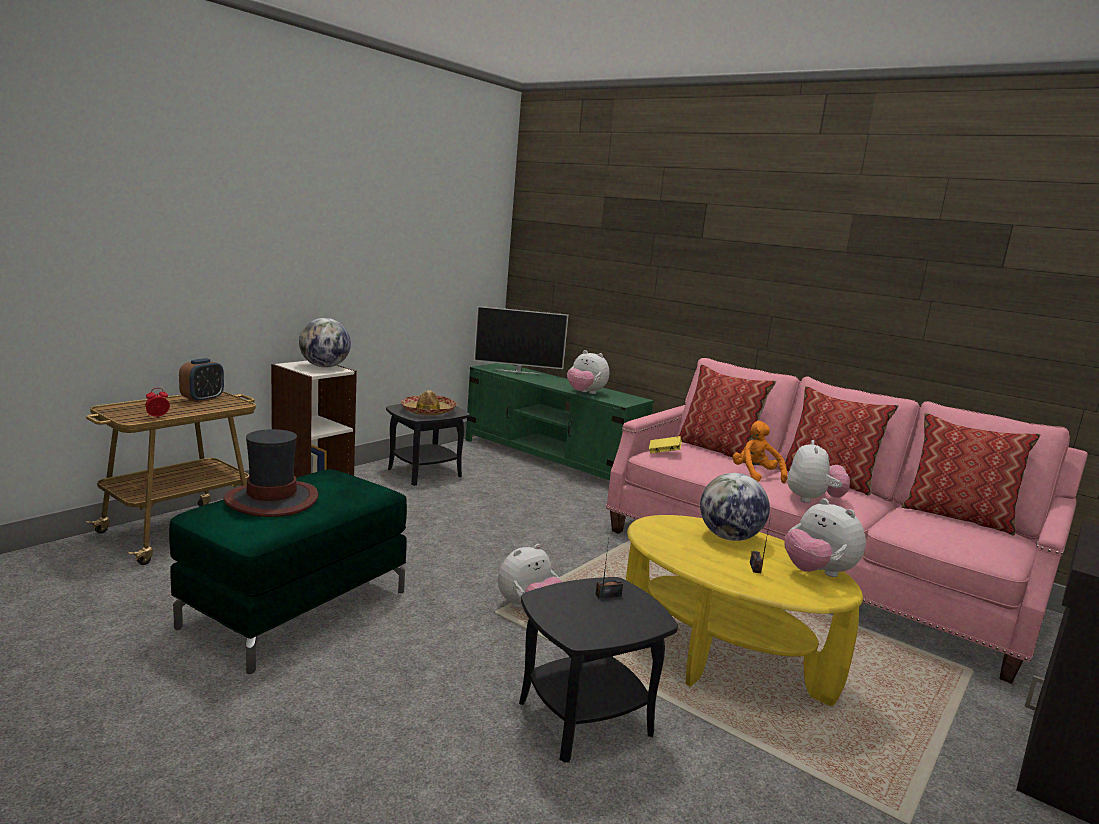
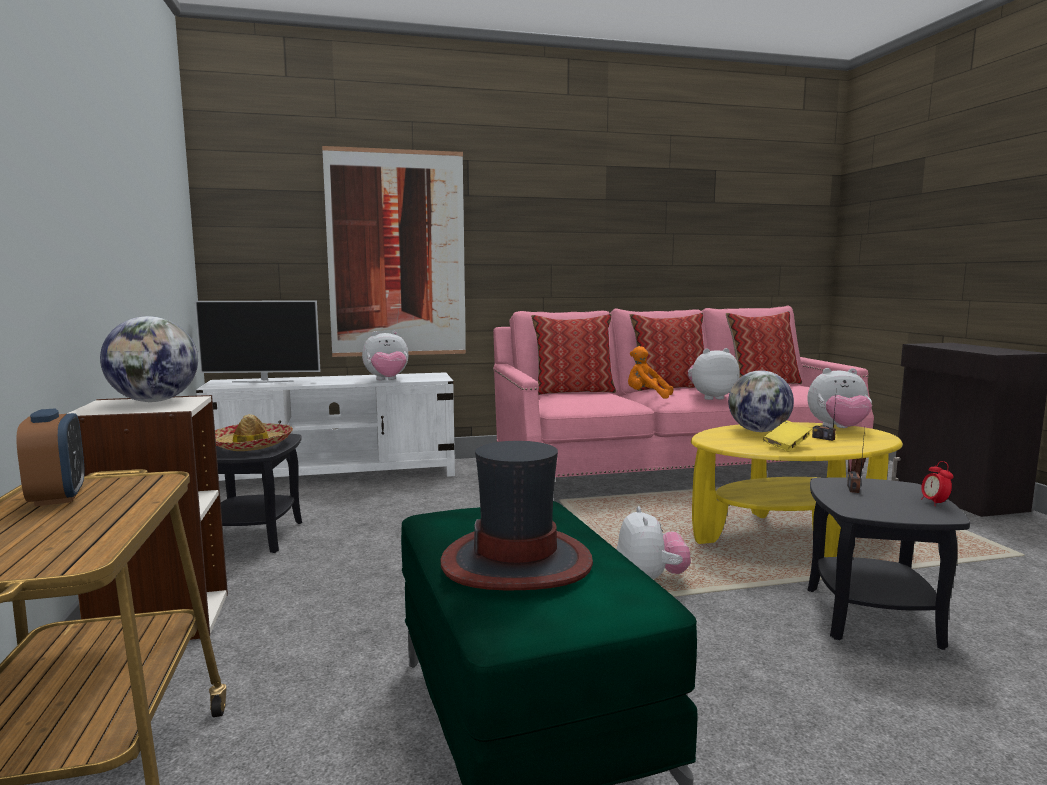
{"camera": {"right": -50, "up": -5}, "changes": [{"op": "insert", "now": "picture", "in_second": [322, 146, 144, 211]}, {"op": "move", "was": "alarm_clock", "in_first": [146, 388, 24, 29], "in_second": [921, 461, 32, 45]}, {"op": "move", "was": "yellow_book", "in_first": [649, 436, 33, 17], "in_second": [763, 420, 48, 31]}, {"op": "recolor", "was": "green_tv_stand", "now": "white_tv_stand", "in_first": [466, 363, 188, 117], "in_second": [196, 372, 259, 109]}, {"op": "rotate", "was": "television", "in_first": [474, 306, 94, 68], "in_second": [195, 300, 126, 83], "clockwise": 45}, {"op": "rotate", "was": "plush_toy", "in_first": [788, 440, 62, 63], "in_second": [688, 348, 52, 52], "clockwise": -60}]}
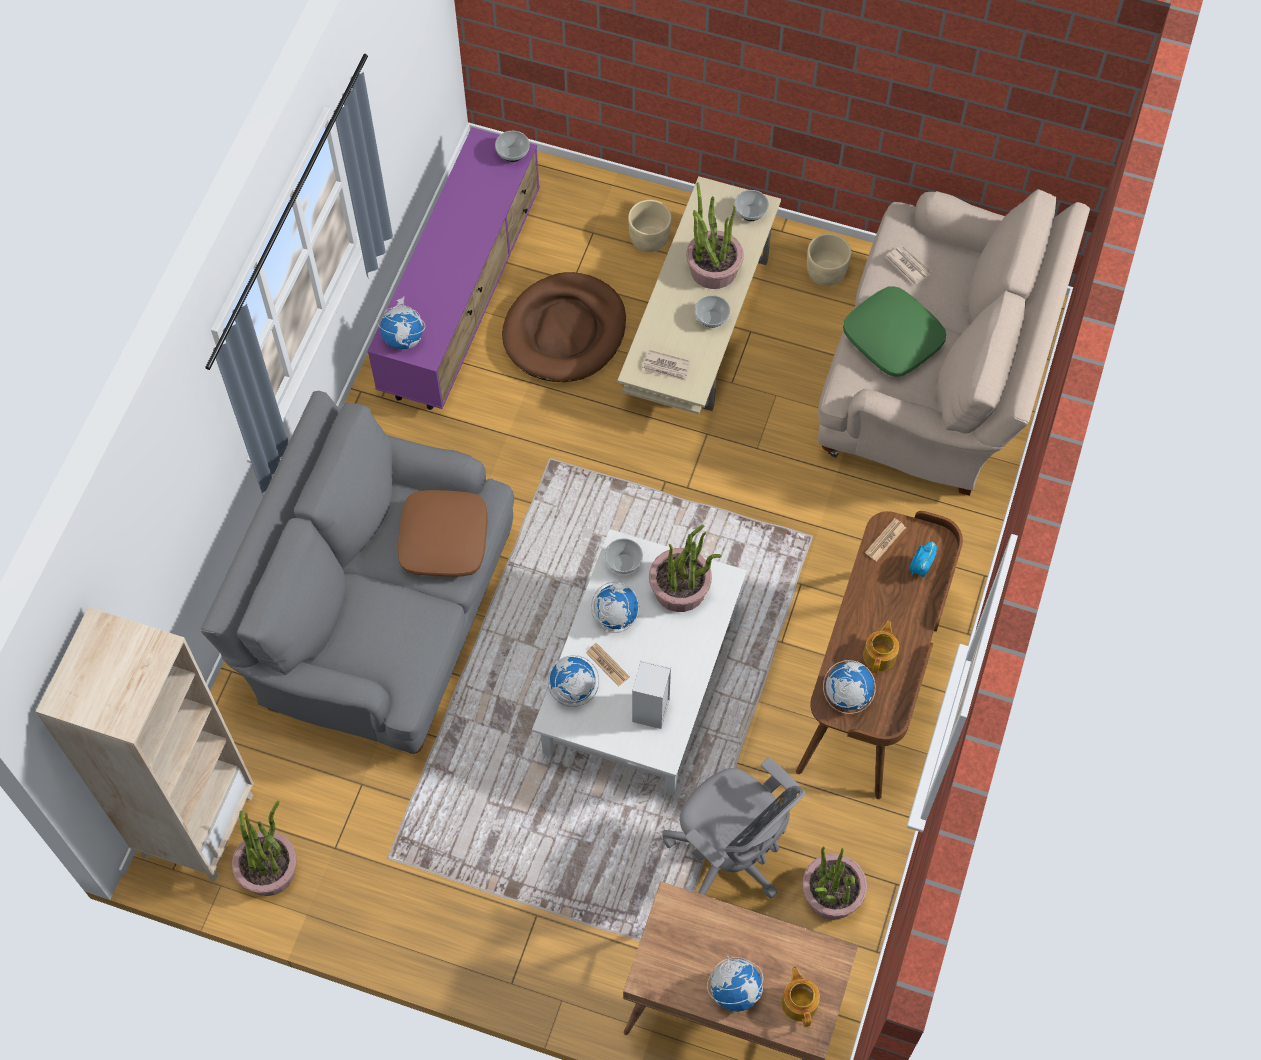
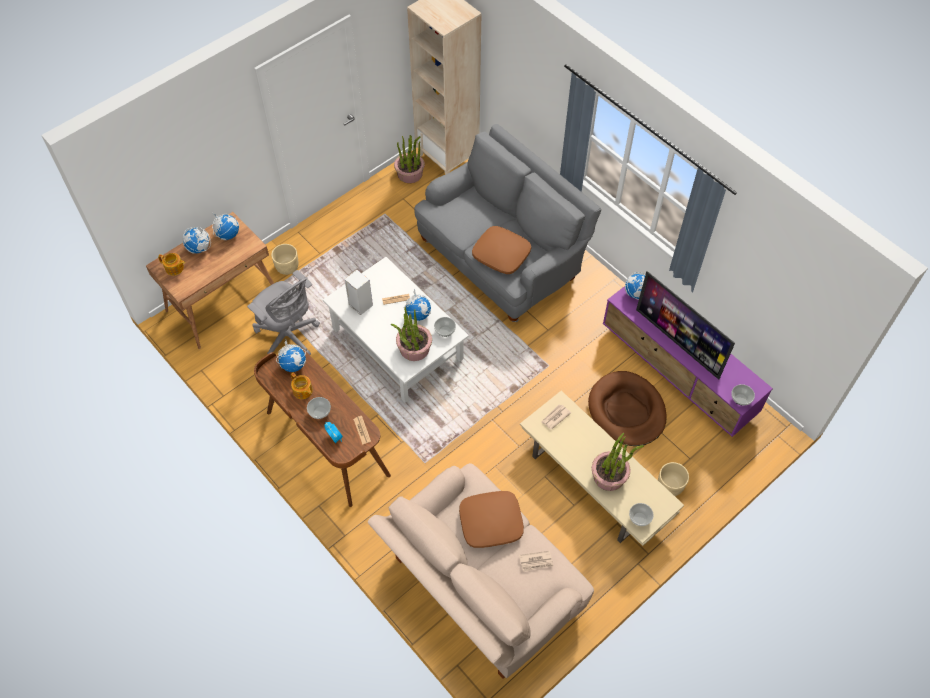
{"camera": {"right": 120, "up": -5}, "changes": [{"op": "delete", "was": "potted_plant", "in_first": [802, 846, 65, 74]}, {"op": "insert", "now": "television", "in_second": [636, 271, 99, 109]}, {"op": "move", "was": "globe", "in_first": [547, 655, 52, 52], "in_second": [212, 213, 27, 27]}, {"op": "move", "was": "bowl", "in_first": [695, 295, 35, 33], "in_second": [307, 397, 24, 22]}, {"op": "move", "was": "beige_planter", "in_first": [807, 234, 44, 52], "in_second": [271, 244, 28, 31]}, {"op": "recolor", "was": "green_pillow", "now": "brown_pillow", "in_first": [843, 286, 103, 91], "in_second": [459, 491, 65, 57]}, {"op": "rotate", "was": "grey_office_chair", "in_first": [662, 757, 144, 142], "in_second": [247, 270, 73, 85], "clockwise": -120}]}
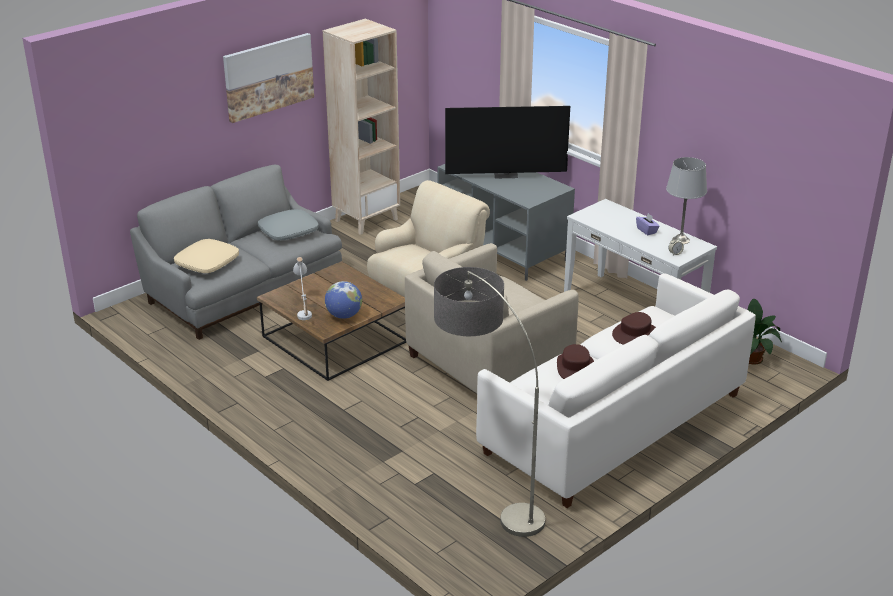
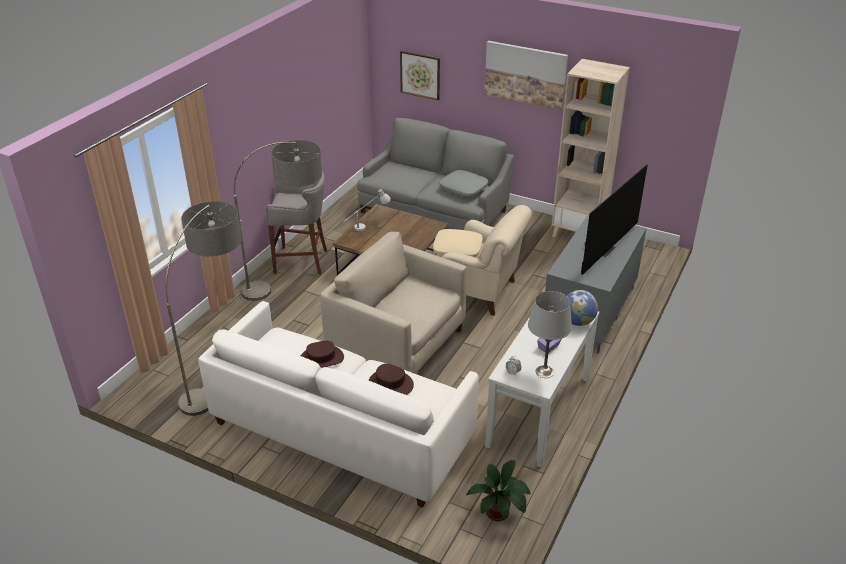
{"camera": {"right": 70, "up": 5}, "changes": [{"op": "insert", "now": "floor_lamp", "in_second": [234, 140, 88, 161]}, {"op": "insert", "now": "grey_stool", "in_second": [266, 172, 61, 102]}, {"op": "insert", "now": "picture", "in_second": [400, 51, 40, 49]}, {"op": "move", "was": "beige_pillow", "in_first": [174, 239, 65, 34], "in_second": [433, 229, 50, 28]}, {"op": "move", "was": "globe", "in_first": [325, 281, 37, 38], "in_second": [567, 290, 31, 36]}, {"op": "rotate", "was": "television", "in_first": [445, 106, 125, 73], "in_second": [581, 165, 67, 110], "clockwise": -120}]}
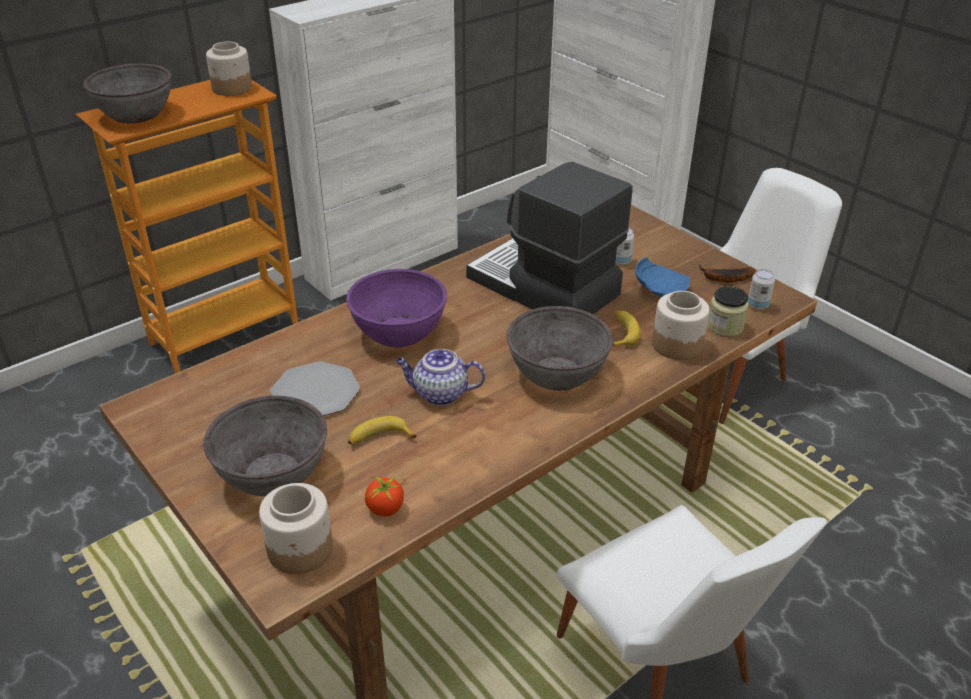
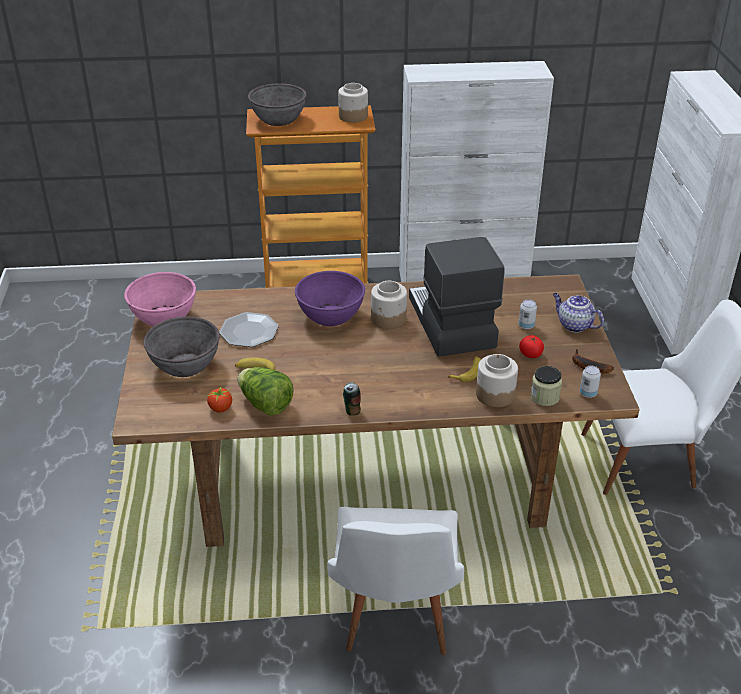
{"camera": {"right": 35, "up": 0}, "changes": [{"op": "delete", "was": "grey_bowl", "in_first": [507, 306, 106, 85]}, {"op": "insert", "now": "pink_bowl", "in_second": [124, 272, 72, 55]}, {"op": "insert", "now": "lettuce", "in_second": [237, 367, 56, 49]}, {"op": "insert", "now": "can", "in_second": [343, 382, 18, 33]}, {"op": "move", "was": "jar", "in_first": [259, 483, 74, 91], "in_second": [371, 281, 36, 48]}, {"op": "move", "was": "teapot", "in_first": [395, 349, 91, 57], "in_second": [553, 293, 51, 40]}, {"op": "replace", "was": "blue_plate", "now": "tomato", "in_first": [635, 257, 56, 40], "in_second": [519, 335, 25, 23]}]}
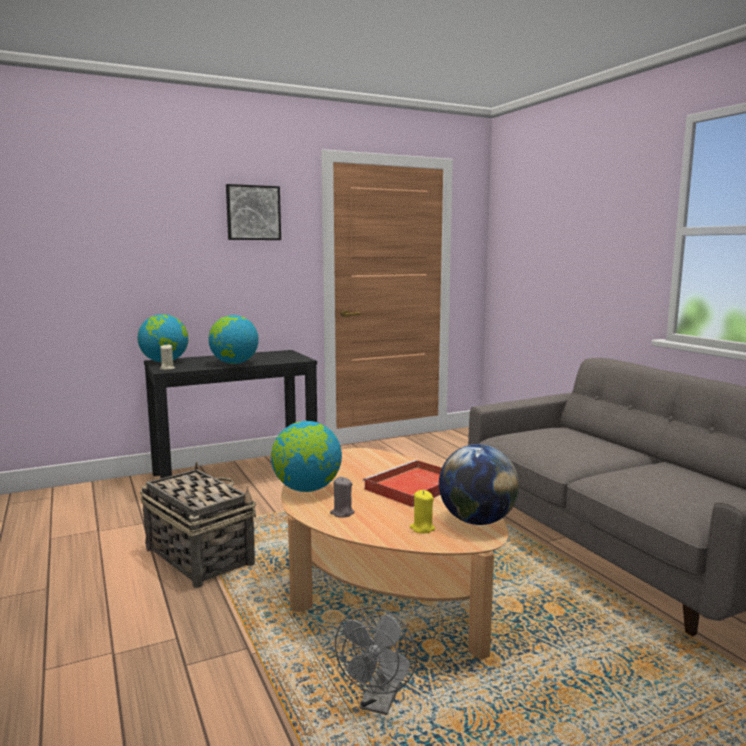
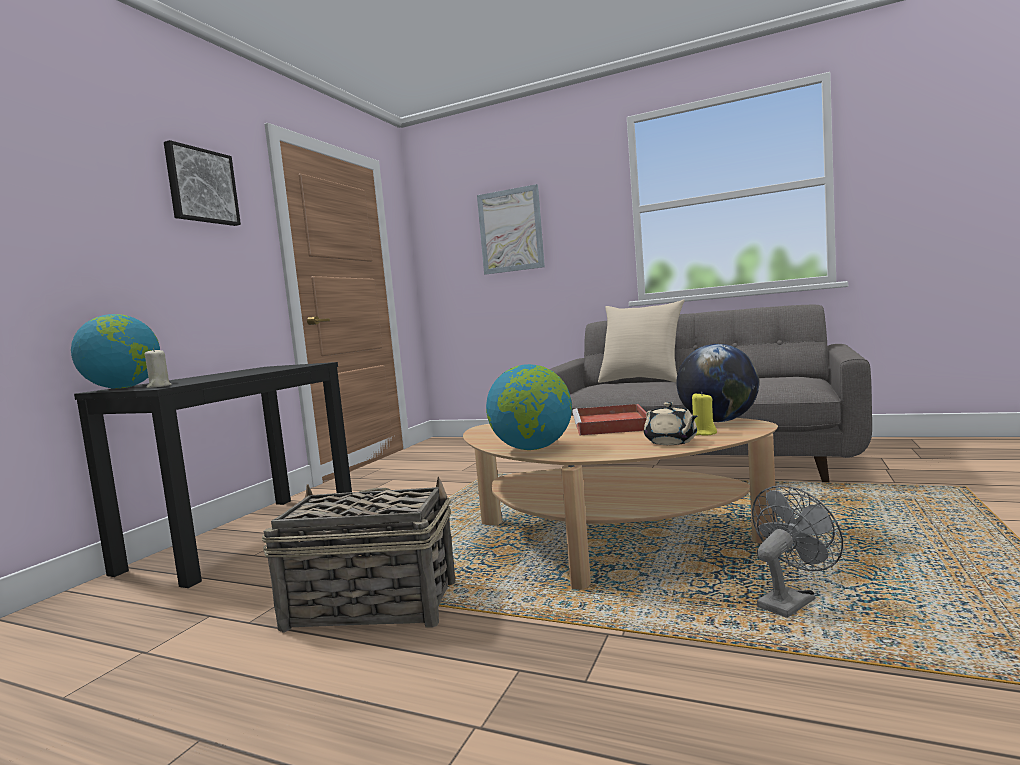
{"camera": {"right": -40, "up": -5}, "changes": [{"op": "delete", "was": "globe", "in_first": [209, 315, 50, 49]}, {"op": "delete", "was": "grey_candle", "in_first": [330, 477, 25, 41]}, {"op": "insert", "now": "picture", "in_second": [477, 184, 68, 91]}, {"op": "insert", "now": "beige_pillow", "in_second": [598, 300, 87, 83]}, {"op": "insert", "now": "beige_teapot", "in_second": [644, 402, 54, 43]}, {"op": "rotate", "was": "grey_fan", "in_first": [335, 607, 82, 108], "in_second": [752, 485, 91, 133], "clockwise": -105}]}
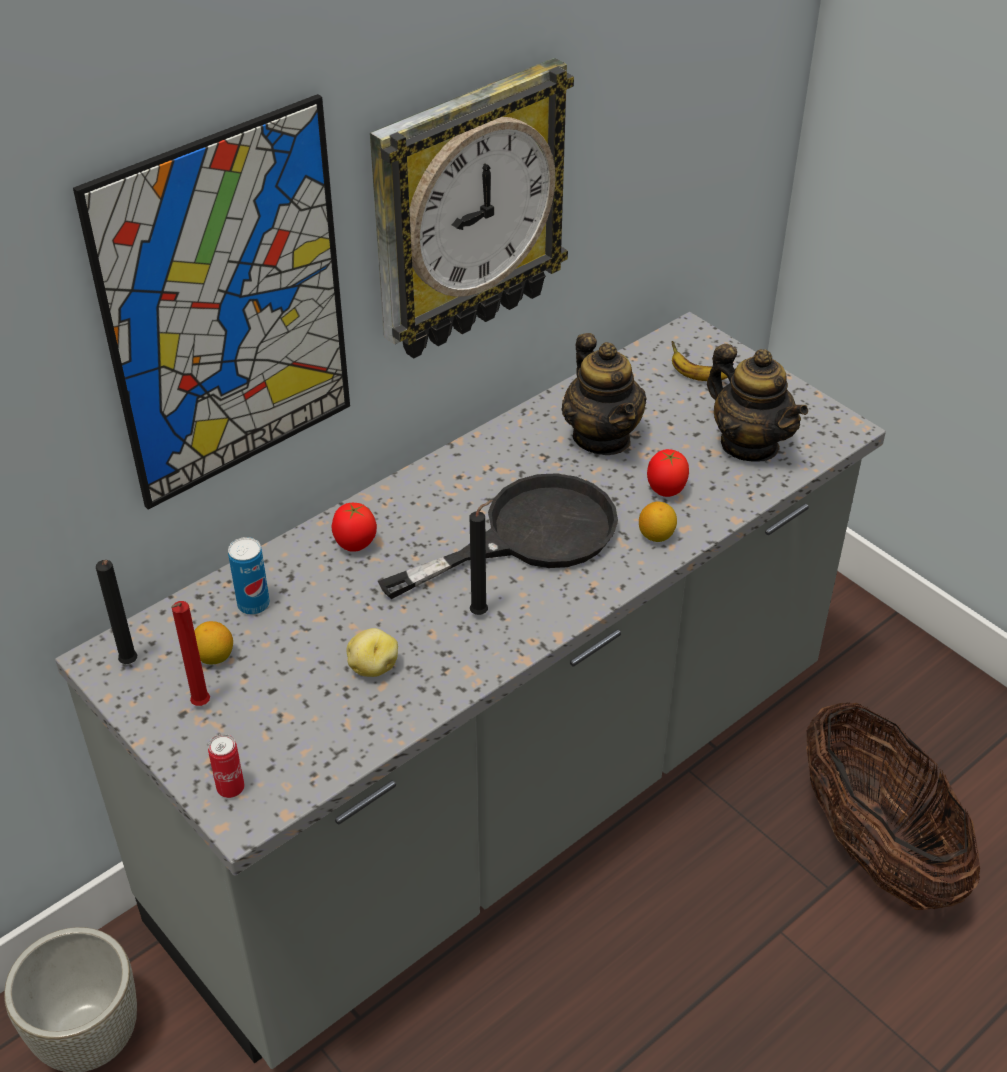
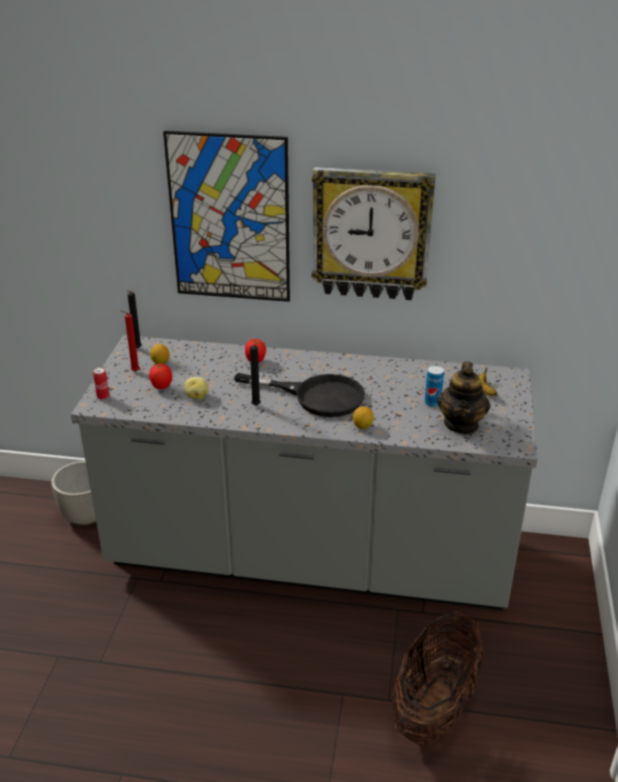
{"camera": {"right": 50, "up": -10}, "changes": [{"op": "delete", "was": "teapot", "in_first": [562, 333, 85, 122]}, {"op": "move", "was": "can", "in_first": [228, 537, 42, 78], "in_second": [425, 365, 19, 42]}, {"op": "move", "was": "tomato", "in_first": [647, 449, 42, 48], "in_second": [149, 364, 23, 25]}]}
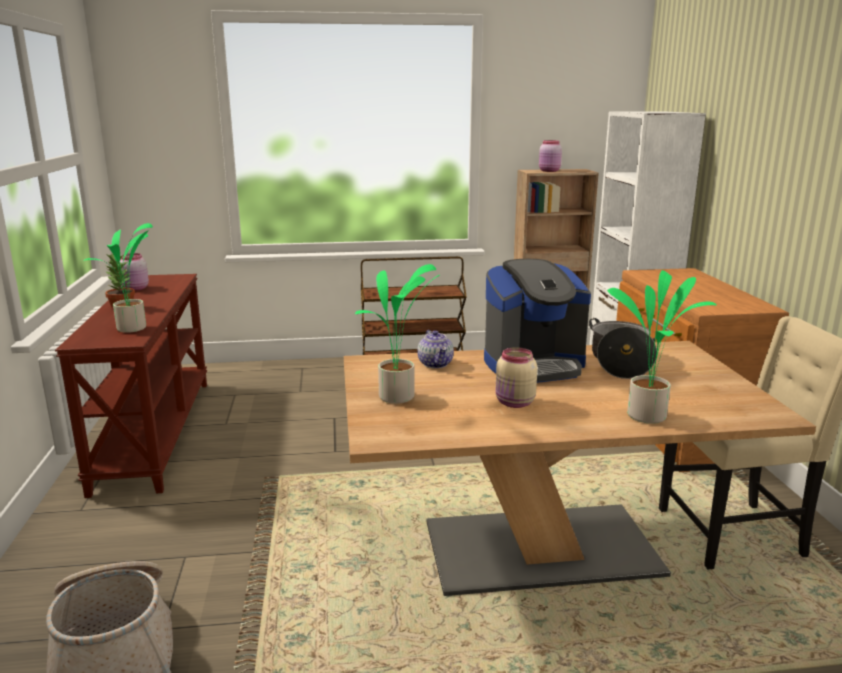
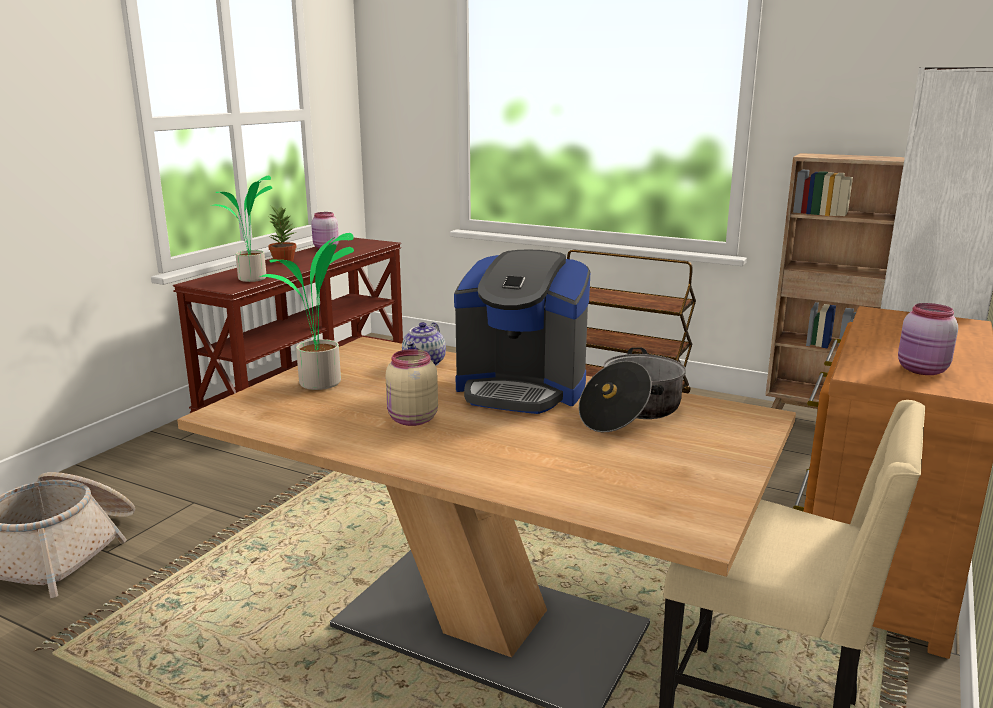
{"camera": {"right": 35, "up": 0}, "changes": [{"op": "delete", "was": "potted_plant", "in_first": [607, 270, 110, 154]}, {"op": "move", "was": "pink_jar", "in_first": [539, 140, 23, 32], "in_second": [898, 303, 60, 72]}]}
